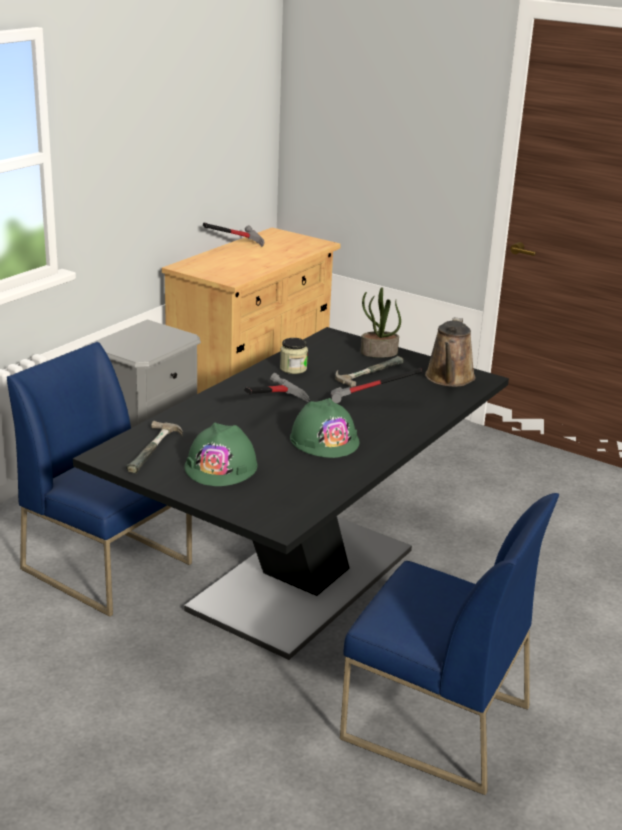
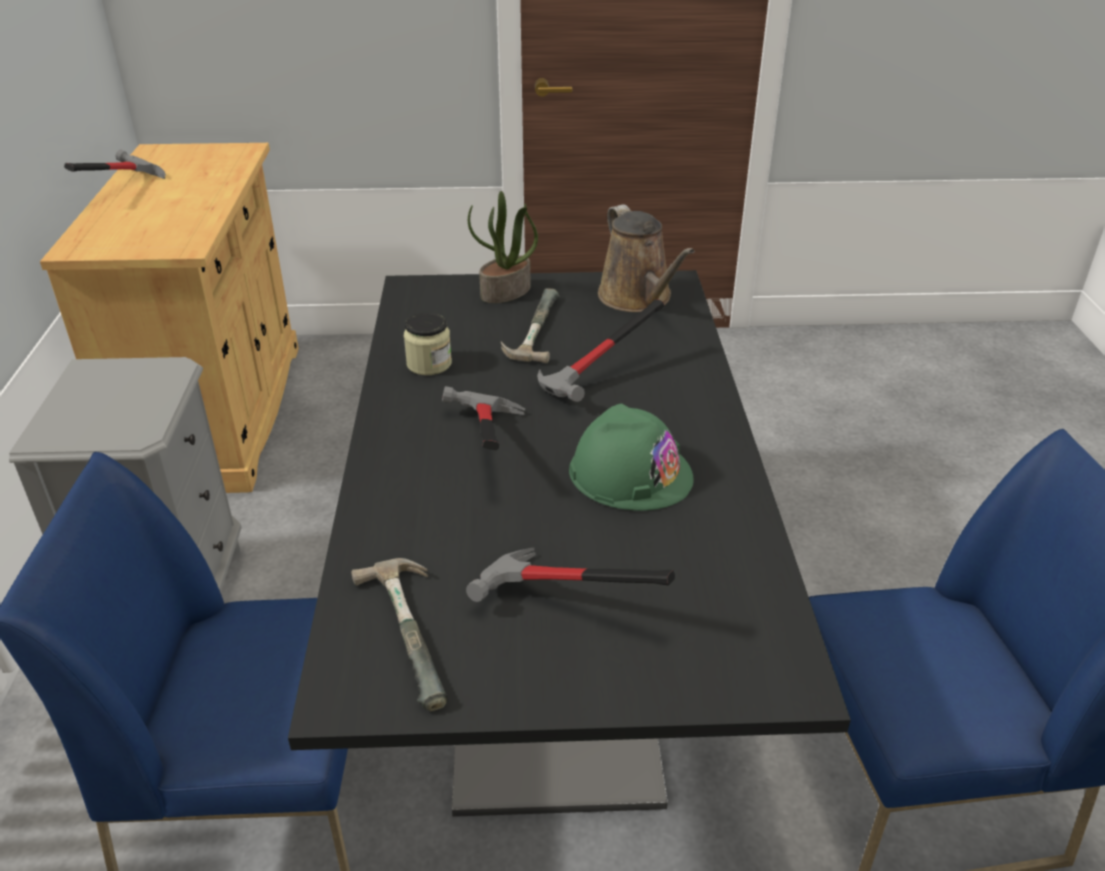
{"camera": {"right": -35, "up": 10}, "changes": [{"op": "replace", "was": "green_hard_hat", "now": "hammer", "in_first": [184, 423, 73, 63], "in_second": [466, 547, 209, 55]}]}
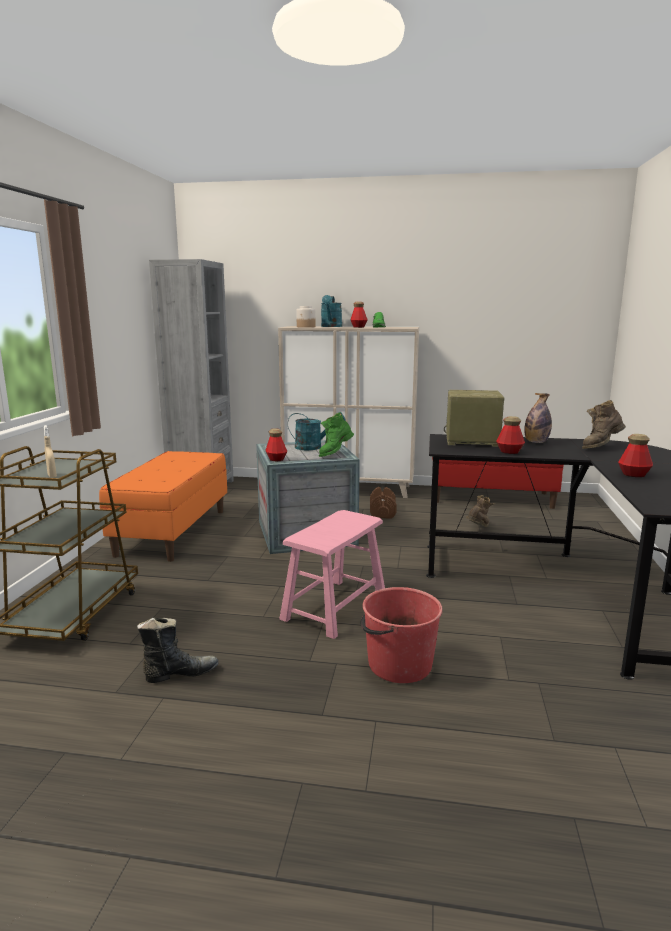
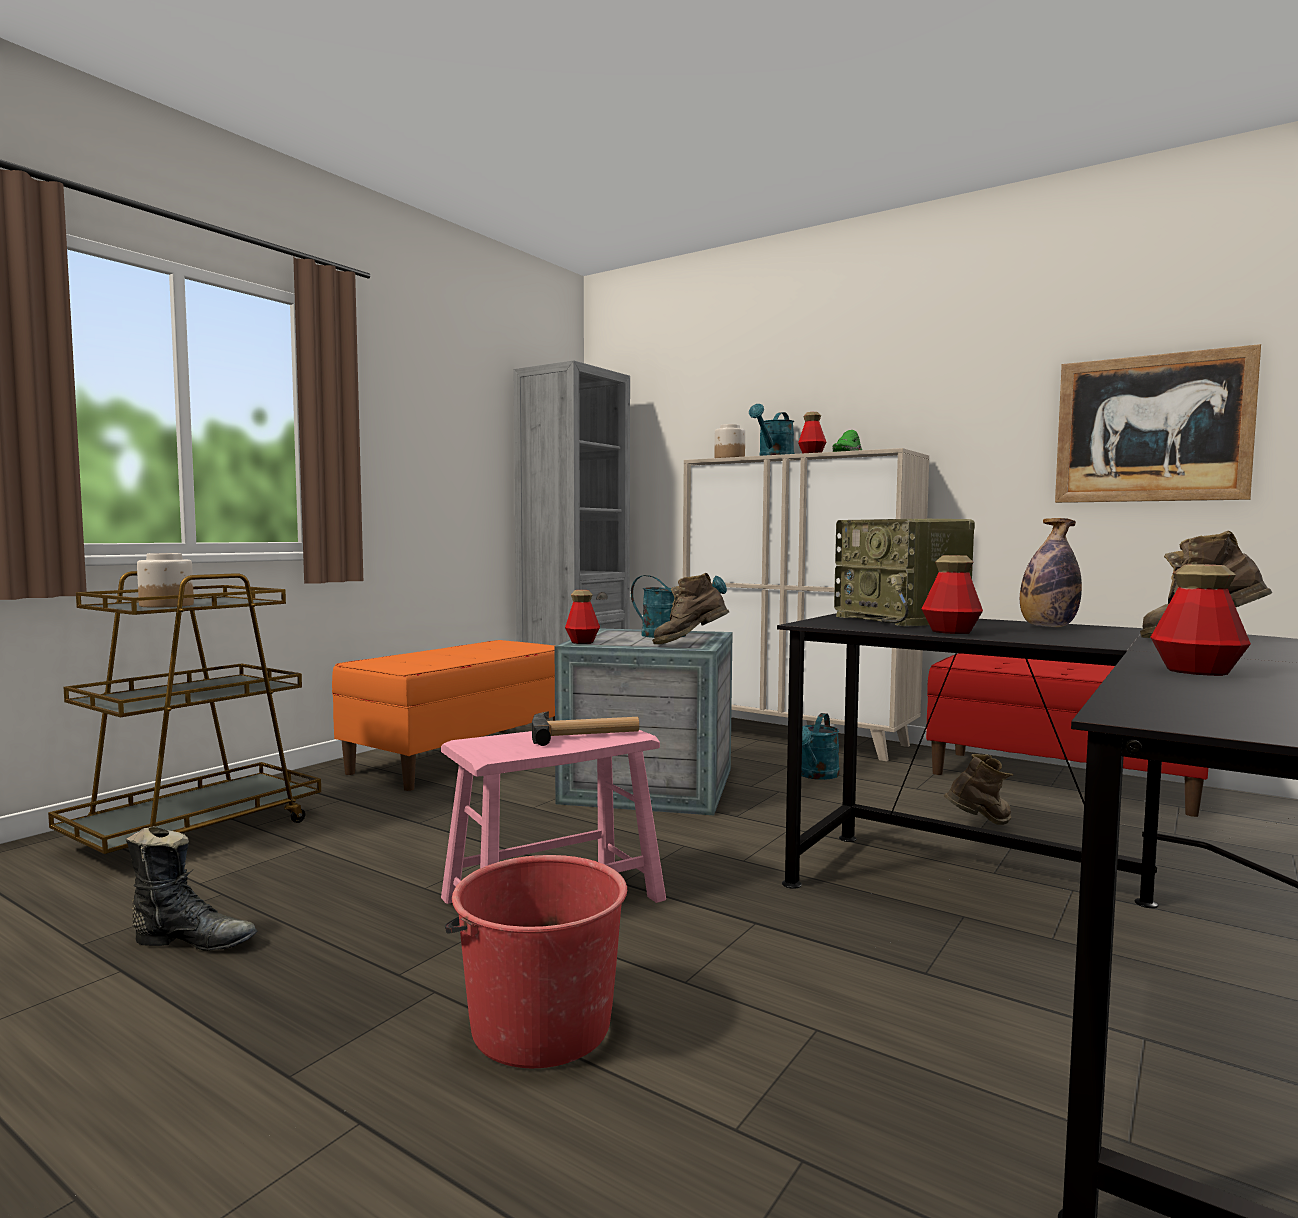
{"camera": {"right": 25, "up": -10}, "changes": [{"op": "insert", "now": "hammer", "in_second": [532, 711, 107, 35]}, {"op": "insert", "now": "picture", "in_second": [1055, 344, 206, 159]}, {"op": "replace", "was": "beige_spray_bottle", "now": "jar", "in_first": [44, 425, 13, 53], "in_second": [137, 553, 57, 55]}, {"op": "replace", "was": "brown_dumbbell", "now": "turquoise_watering_can", "in_first": [370, 487, 27, 31], "in_second": [801, 713, 39, 67]}, {"op": "recolor", "was": "green_boot", "now": "brown_boot", "in_first": [319, 412, 35, 45], "in_second": [652, 573, 77, 71]}, {"op": "rotate", "was": "radio", "in_first": [444, 390, 60, 57], "in_second": [834, 519, 141, 108], "clockwise": -150}]}
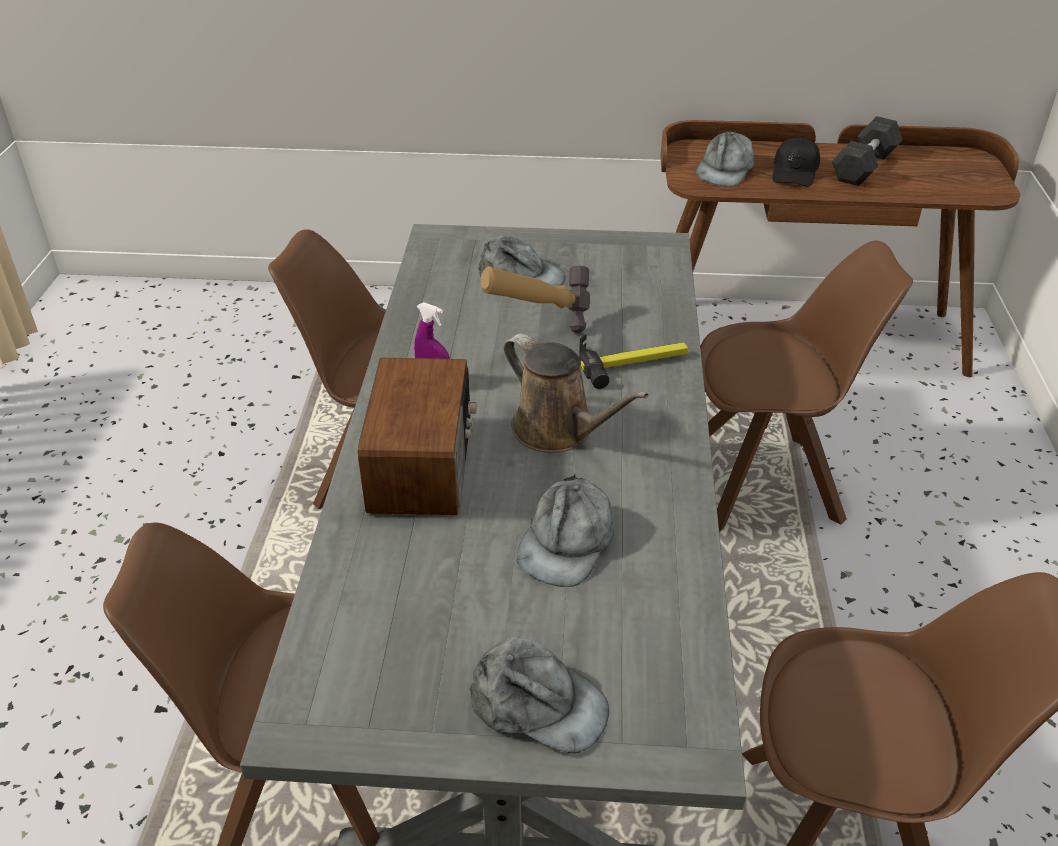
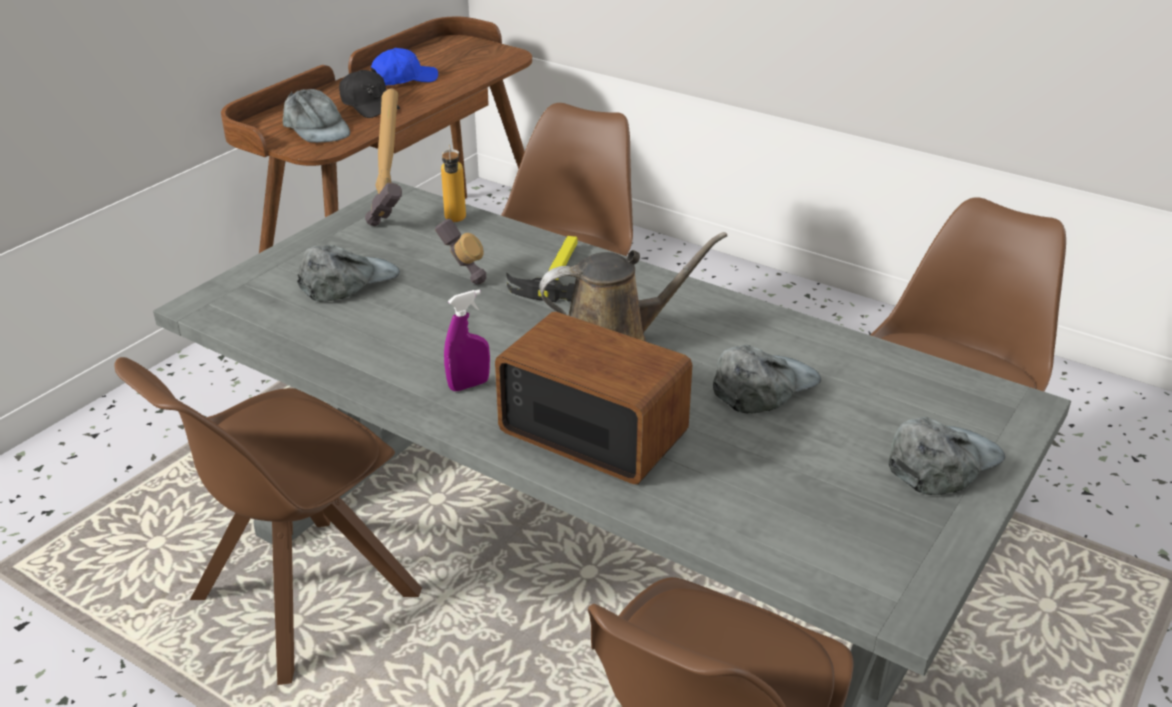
{"camera": {"right": -60, "up": -5}, "changes": [{"op": "insert", "now": "hammer", "in_second": [365, 88, 37, 138]}, {"op": "insert", "now": "bottle", "in_second": [441, 145, 25, 77]}, {"op": "replace", "was": "grey_dumbbell", "now": "blue_cap", "in_first": [832, 116, 70, 70], "in_second": [371, 48, 67, 37]}, {"op": "rotate", "was": "grey_cap", "in_first": [517, 475, 97, 112], "in_second": [713, 345, 108, 68], "clockwise": -90}]}
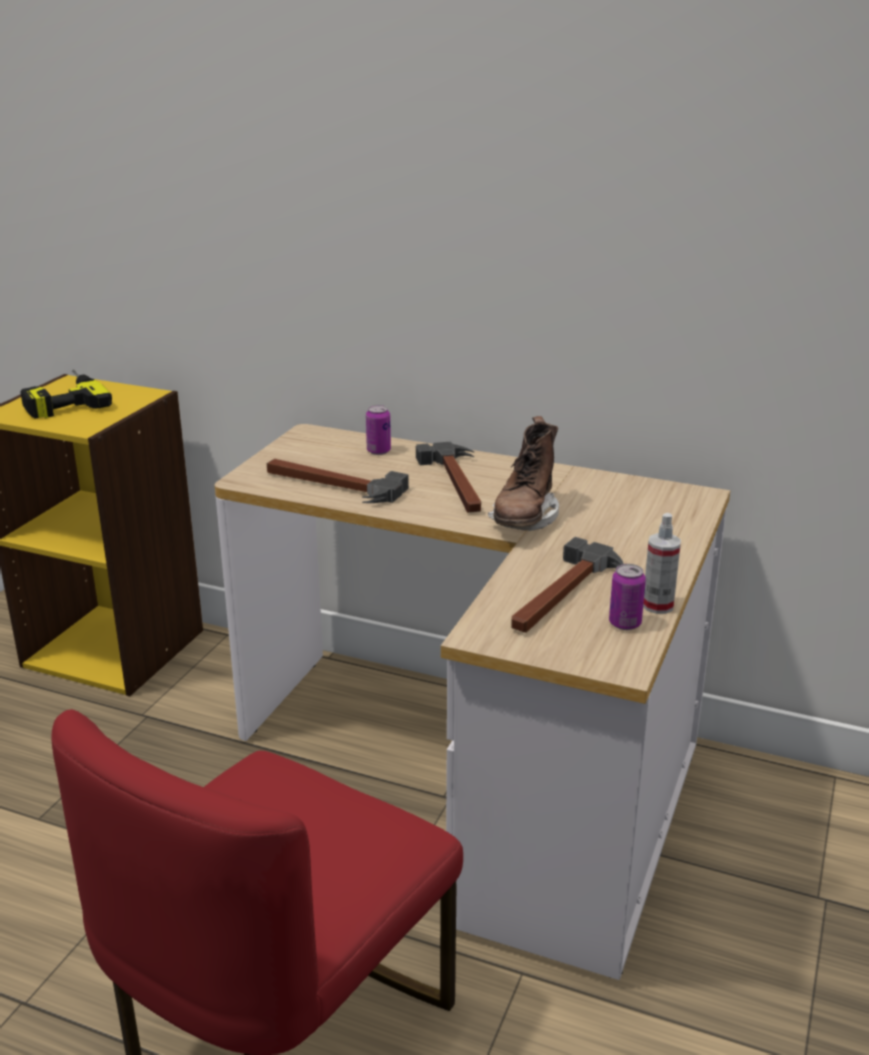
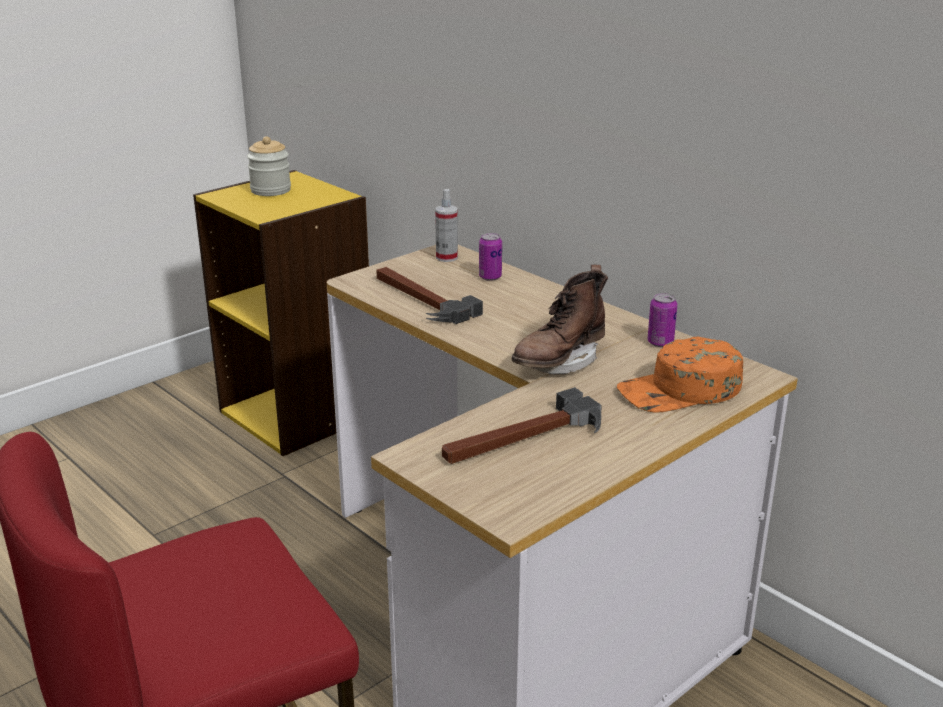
{"camera": {"right": 25, "up": 0}, "changes": [{"op": "delete", "was": "hammer", "in_first": [416, 442, 65, 71]}, {"op": "insert", "now": "orange_cap", "in_second": [617, 337, 126, 76]}, {"op": "move", "was": "can", "in_first": [609, 564, 37, 66], "in_second": [648, 293, 29, 54]}, {"op": "move", "was": "spray_bottle", "in_first": [643, 513, 38, 101], "in_second": [435, 189, 23, 73]}, {"op": "replace", "was": "power_drill", "now": "jar", "in_first": [20, 370, 92, 49], "in_second": [247, 136, 44, 60]}]}
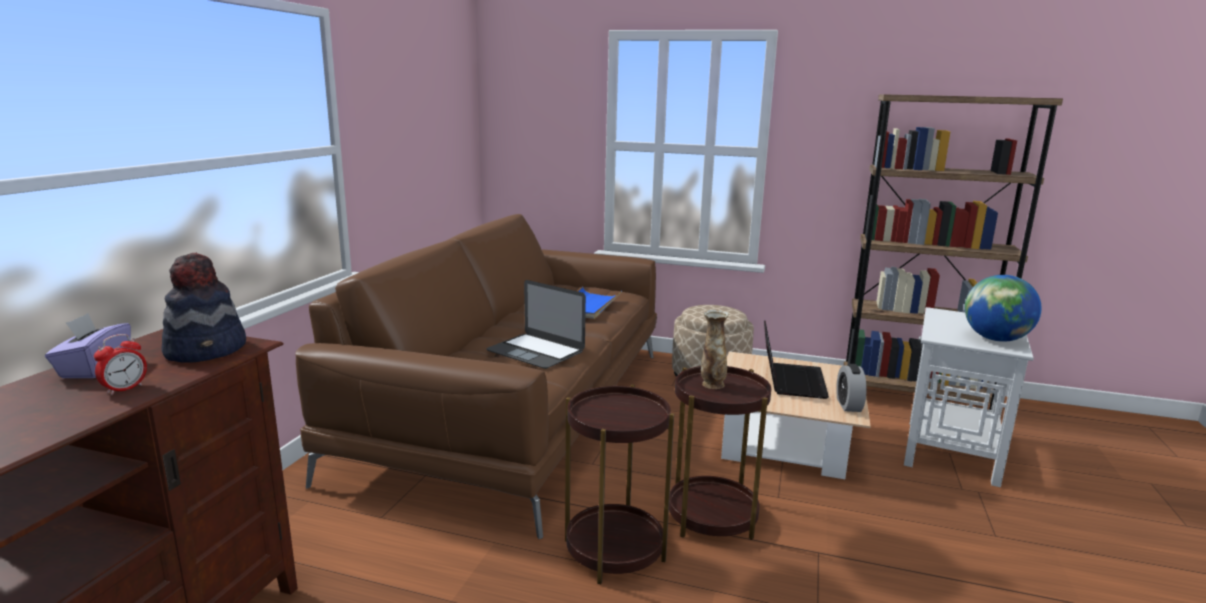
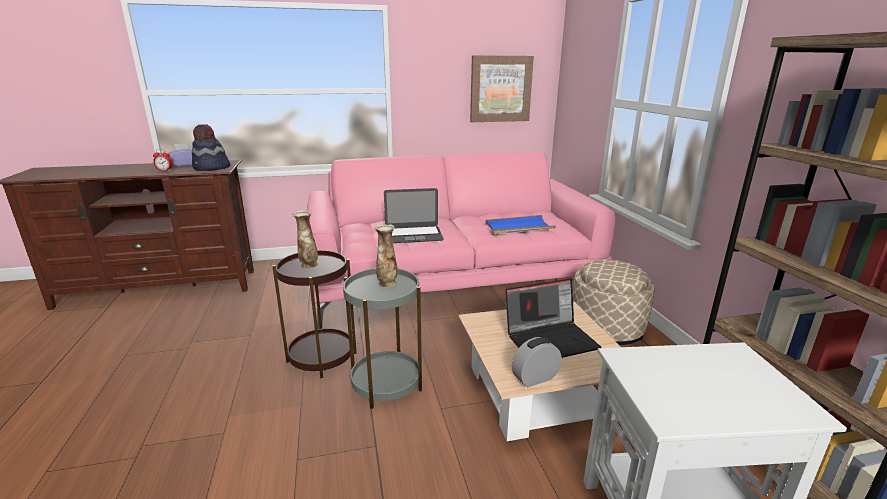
{"camera": {"right": 60, "up": 5}, "changes": [{"op": "delete", "was": "globe", "in_first": [965, 275, 77, 67]}, {"op": "insert", "now": "vase", "in_second": [292, 210, 26, 58]}, {"op": "insert", "now": "picture", "in_second": [470, 55, 64, 67]}, {"op": "recolor", "was": "brown_sofa", "now": "pink_sofa", "in_first": [295, 214, 362, 325], "in_second": [307, 152, 308, 177]}, {"op": "recolor", "was": "brown_side_table", "now": "grey_side_table", "in_first": [669, 366, 102, 174], "in_second": [343, 268, 79, 141]}, {"op": "rotate", "was": "laptop", "in_first": [486, 280, 100, 89], "in_second": [384, 188, 60, 55], "clockwise": -105}]}
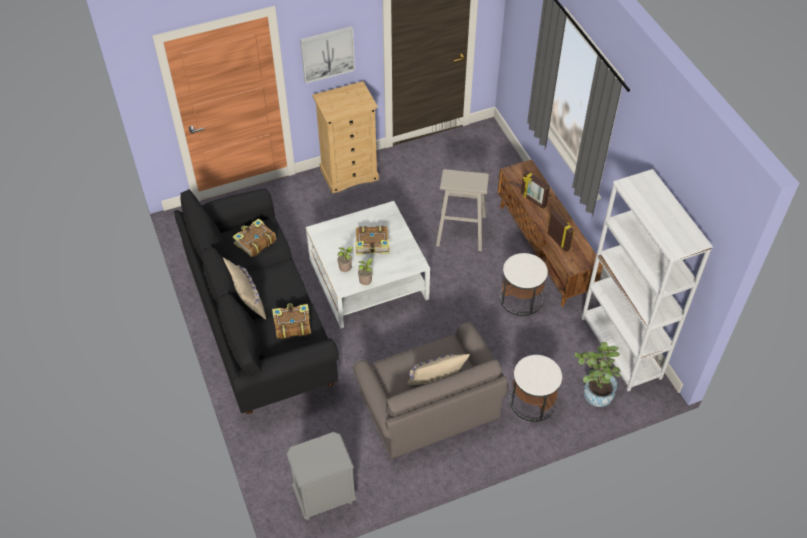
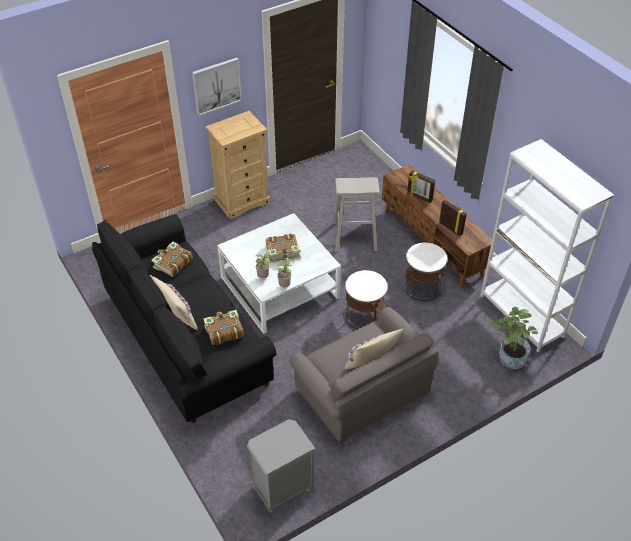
{"camera": {"right": -10, "up": -5}, "changes": [{"op": "move", "was": "white_side_table", "in_first": [510, 355, 52, 67], "in_second": [344, 270, 44, 59]}]}
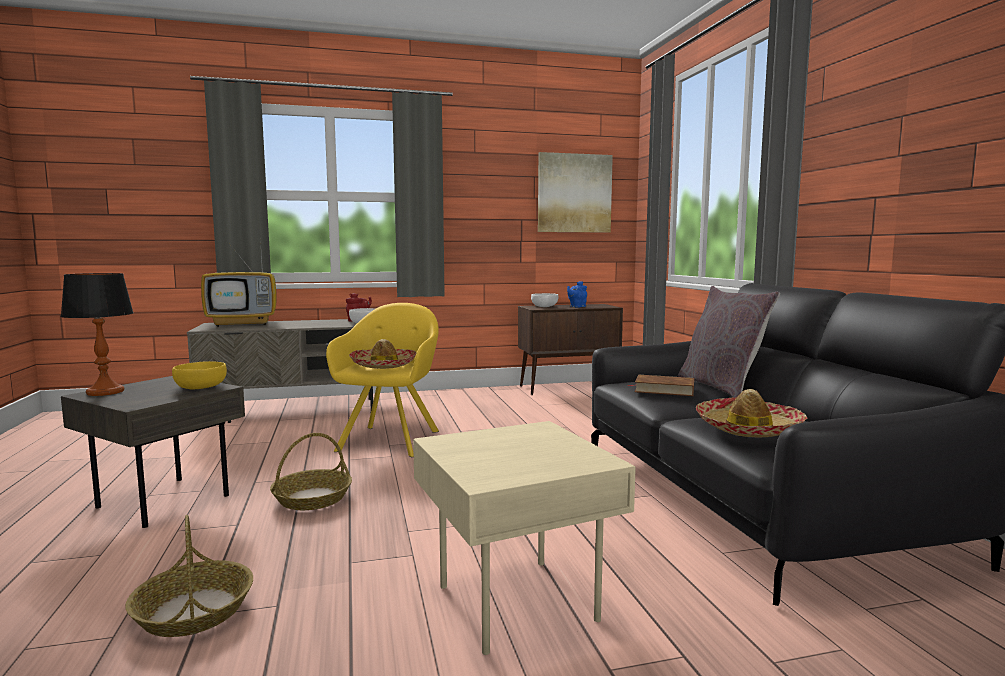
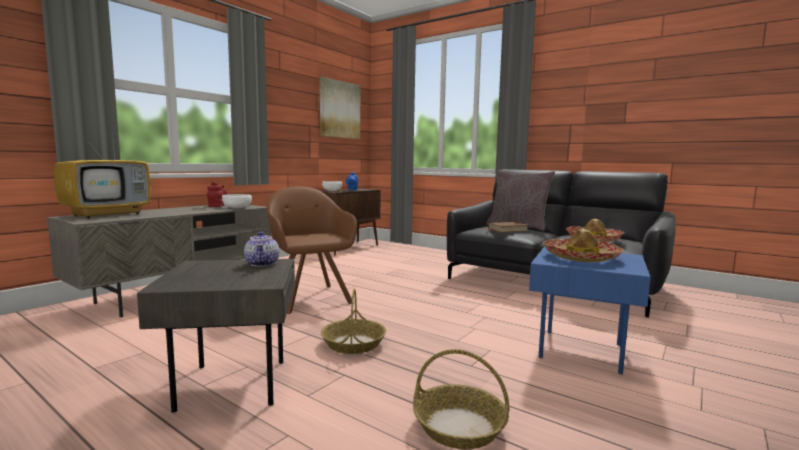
{"camera": {"right": -40, "up": 0}, "changes": [{"op": "delete", "was": "table_lamp", "in_first": [61, 273, 73, 123]}, {"op": "move", "was": "hat", "in_first": [349, 339, 68, 30], "in_second": [543, 229, 81, 33]}, {"op": "replace", "was": "yellow_bowl", "now": "teapot", "in_first": [172, 361, 55, 28], "in_second": [244, 231, 35, 36]}, {"op": "recolor", "was": "yellow_armchair", "now": "brown_armchair", "in_first": [326, 303, 113, 154], "in_second": [267, 186, 90, 128]}, {"op": "recolor", "was": "beige_side_table", "now": "blue_side_table", "in_first": [413, 421, 223, 234], "in_second": [529, 246, 122, 129]}]}
